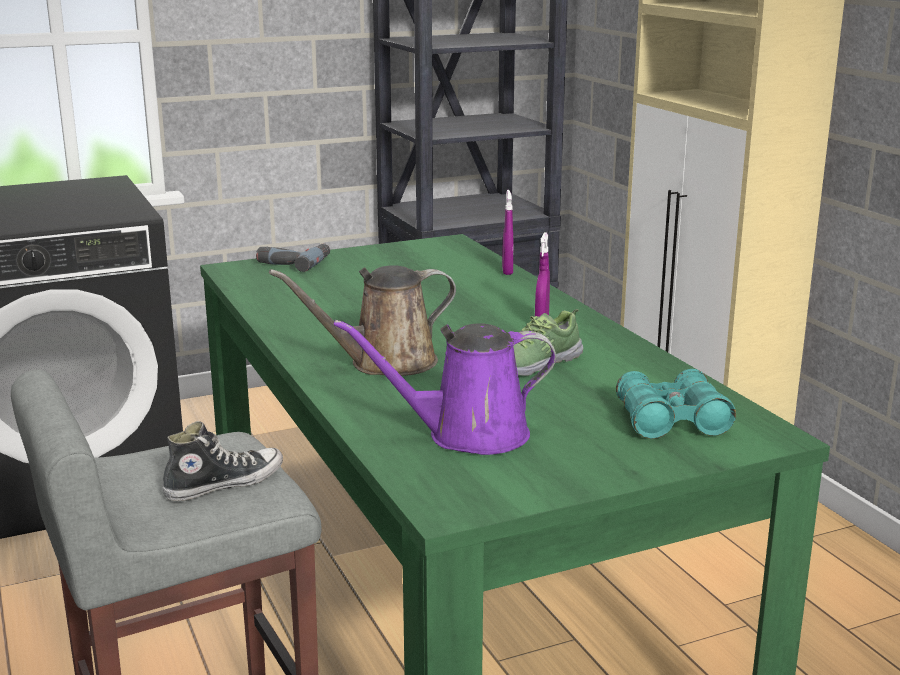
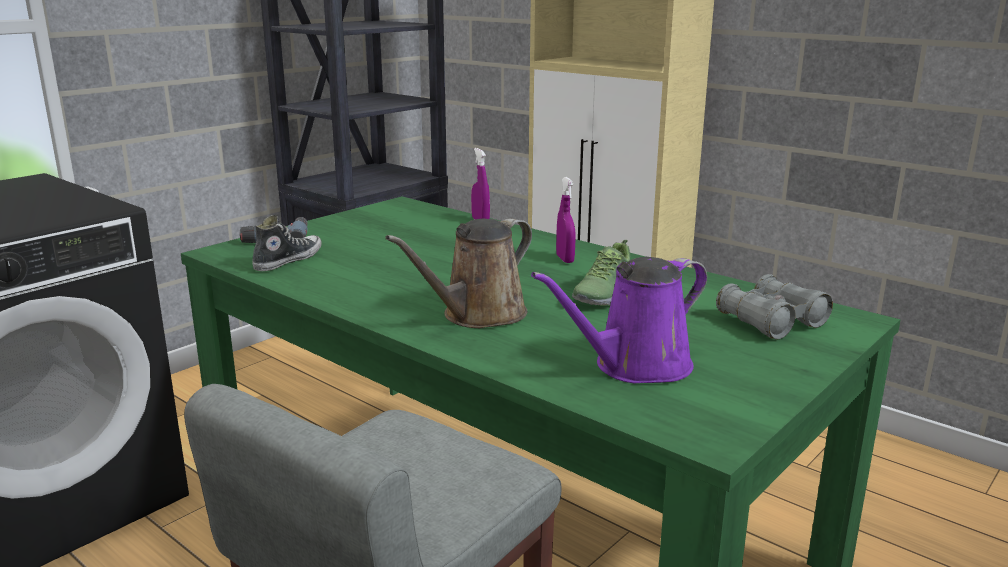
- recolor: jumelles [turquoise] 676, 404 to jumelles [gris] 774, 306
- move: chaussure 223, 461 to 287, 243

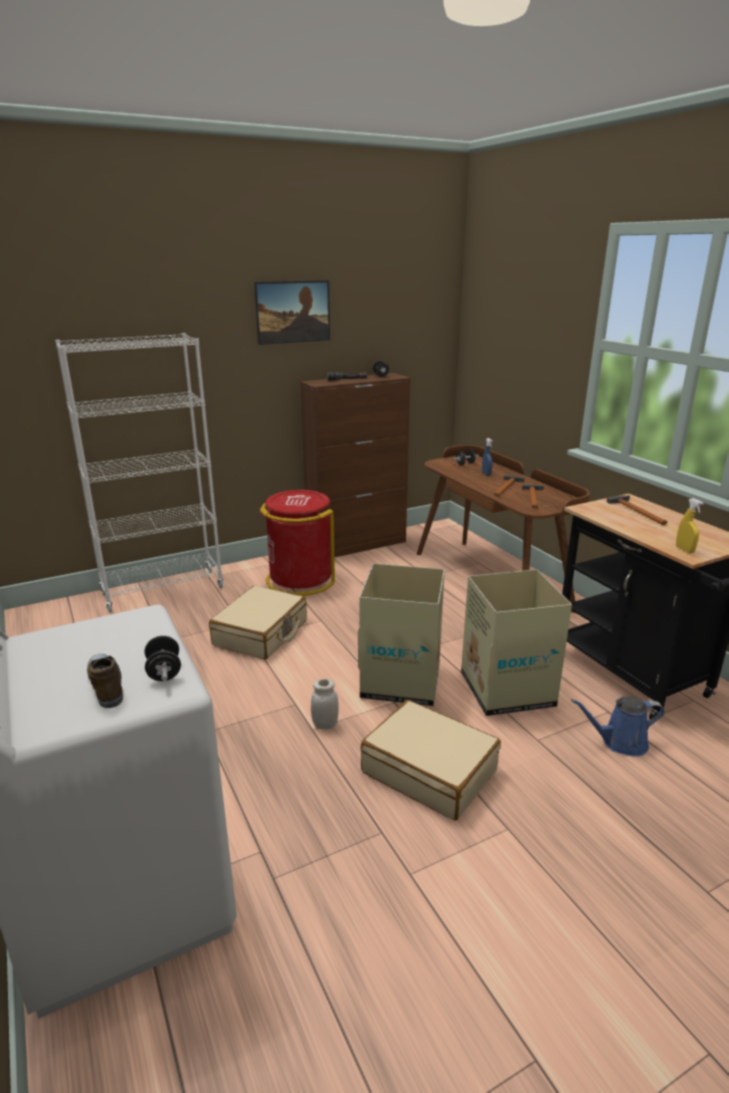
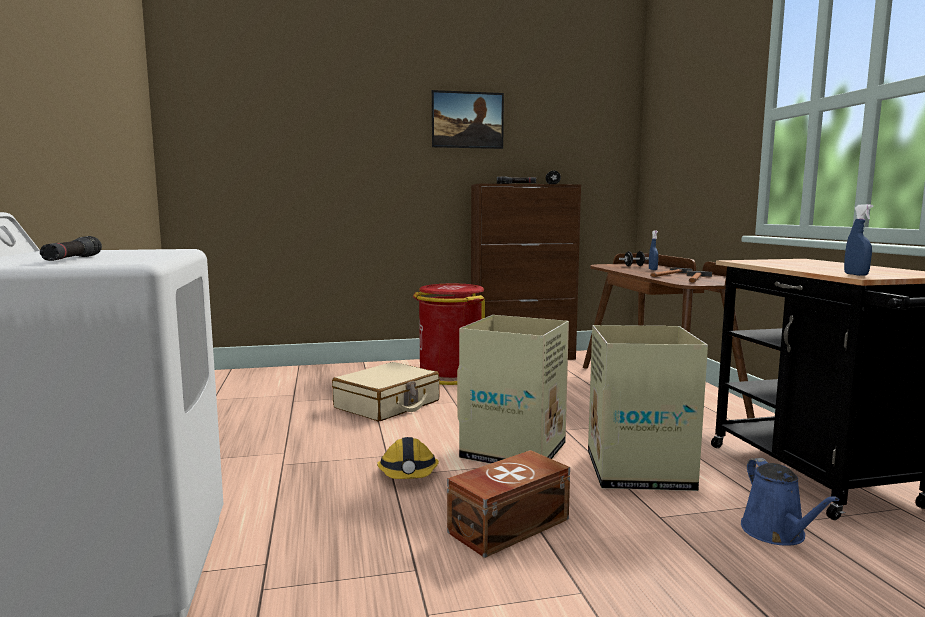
- delete: bibliothèque [blanc] 139, 473
- delete: marteau 637, 510
- recolor: vaporisateur [jaune] 690, 525 to vaporisateur [bleu] 858, 240
- delete: haltère [noir] 162, 658
- replace: chaussure 105, 681 to lampe de poche [noir] 71, 248
- replace: bocal [blanc] 325, 704 to casque de chantier 408, 458
- rotate: arrosoir [bleu] 618, 726 = 790, 502 105 degrees counterclockwise
- replace: valise [beige] 431, 760 to boîte de rangement [marron] 508, 504

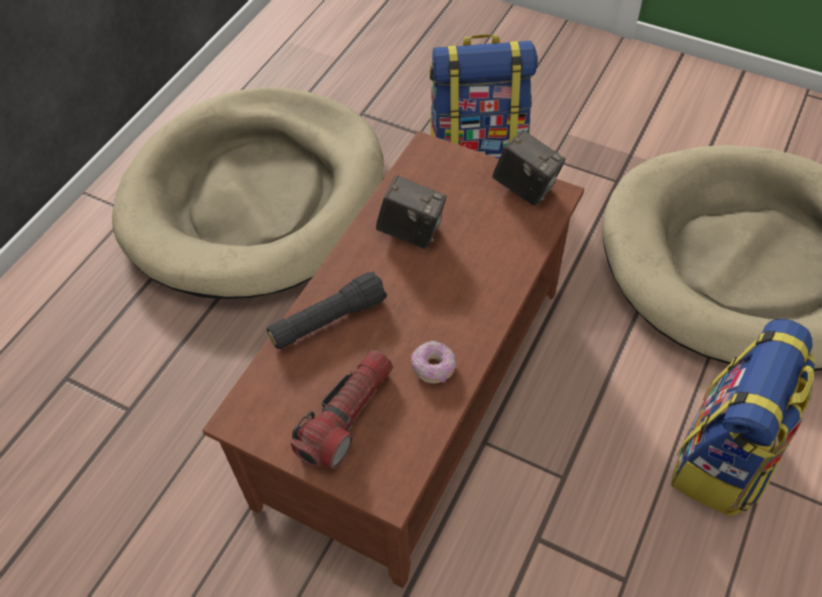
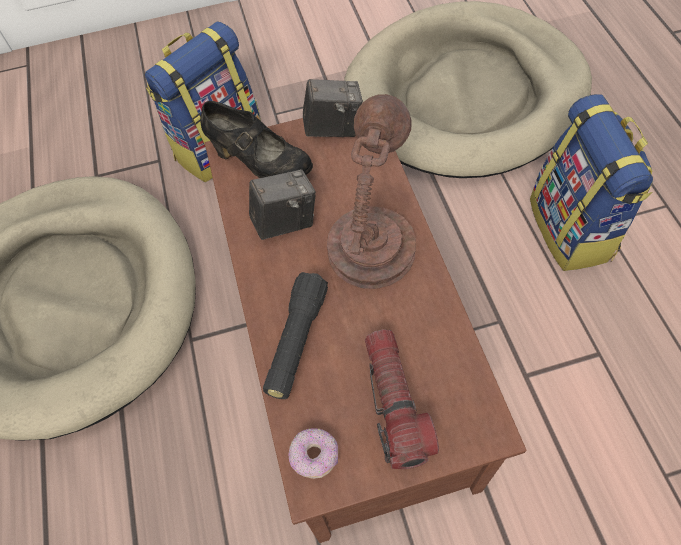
- move: beignet 433, 362 to 313, 453
- insert: lampe de table [marron] 371, 191
- insert: chaussure [noir] 256, 139

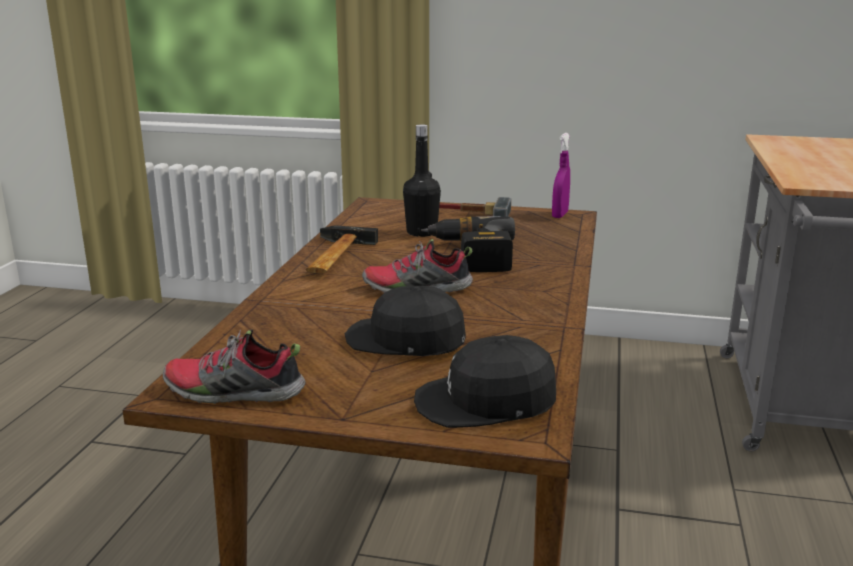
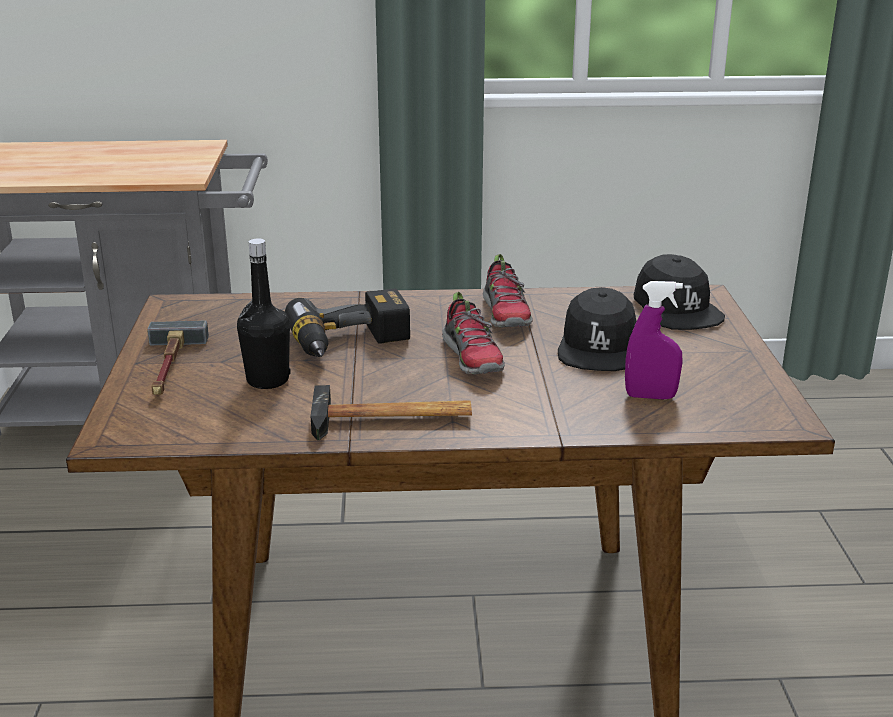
- move: vaporisateur [violet] 561, 175 to 654, 340
- move: chaussure 234, 366 to 508, 290

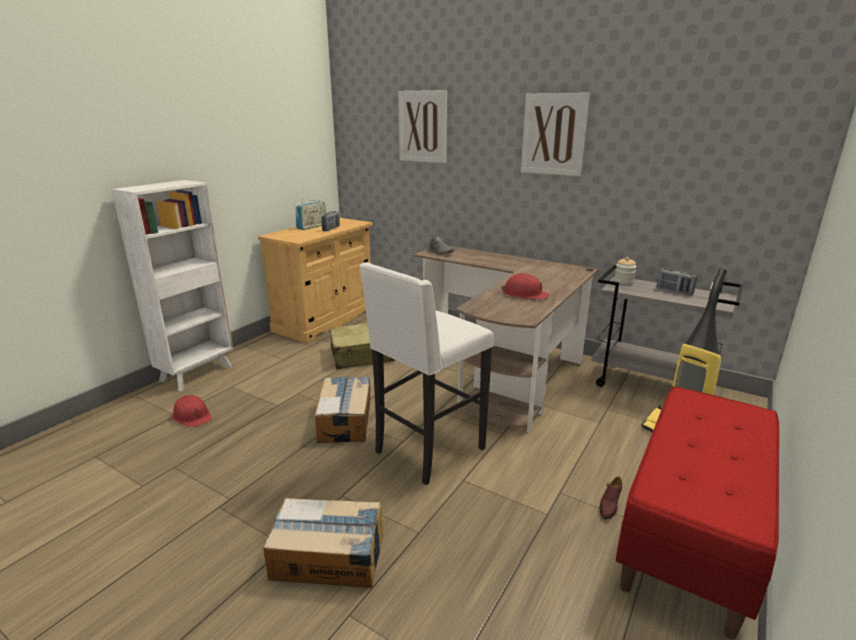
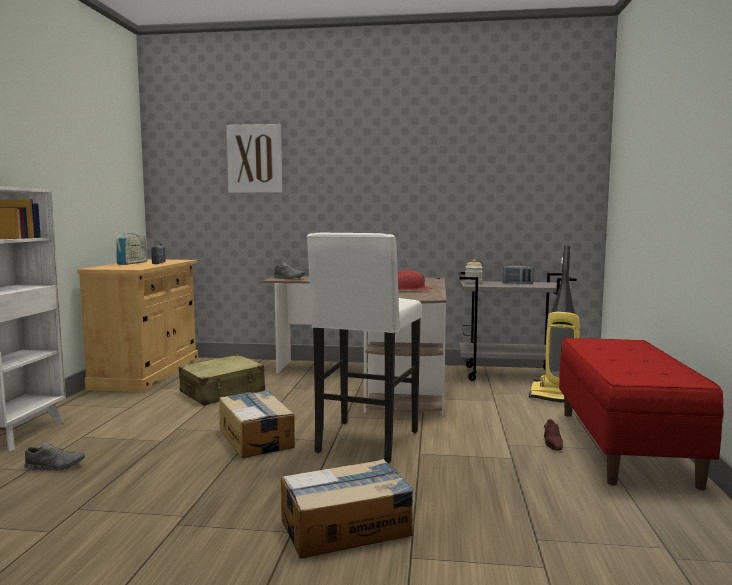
- delete: tableau 555, 134
- replace: casque de chantier [rouge] 192, 411 to chaussure [gris] 54, 456

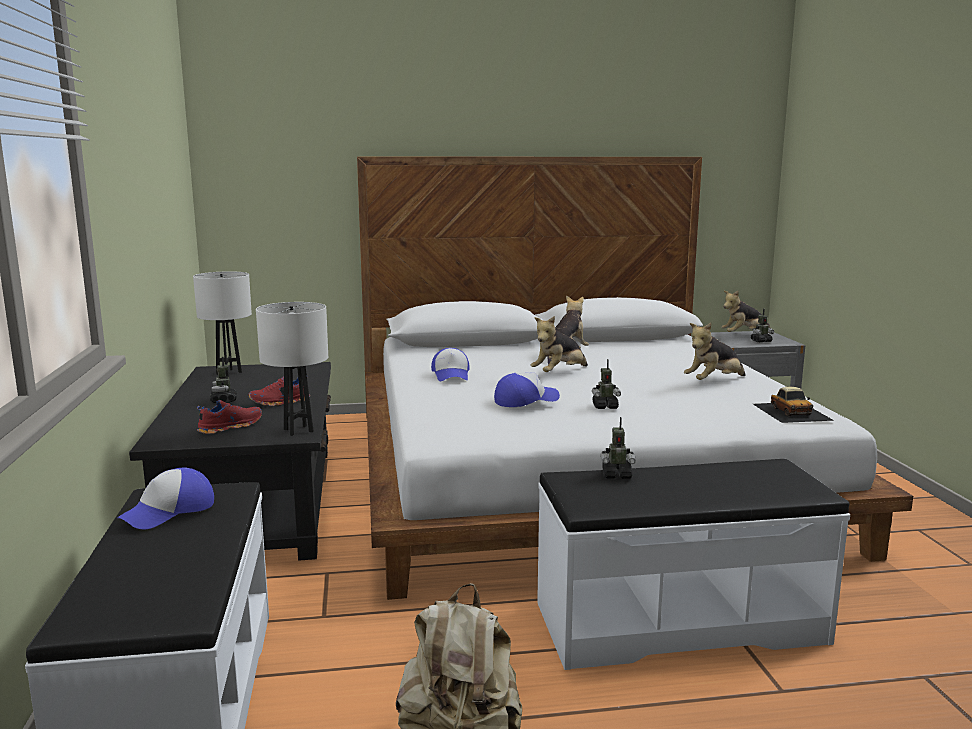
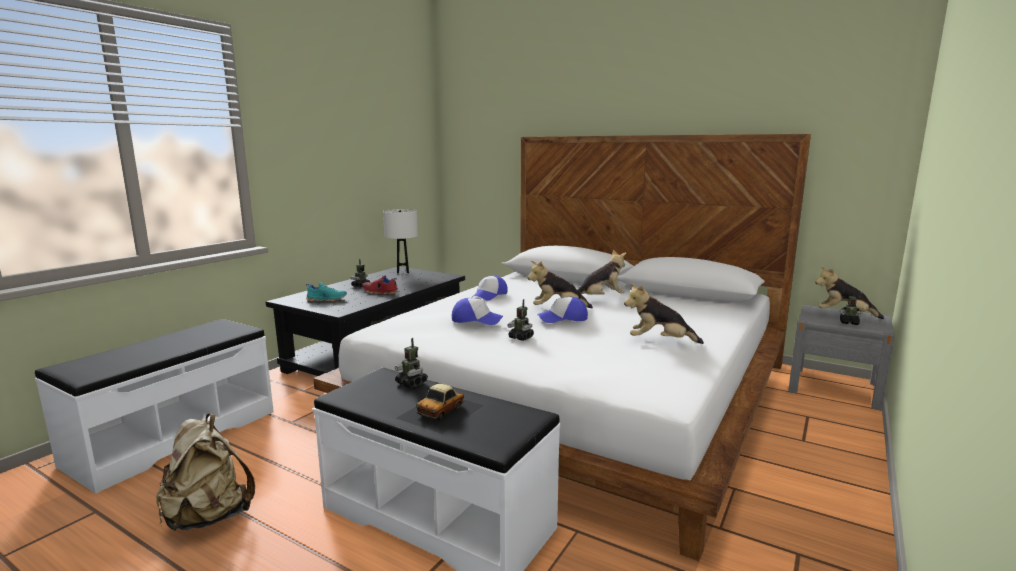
- delete: lampe de table [blanc] 292, 369
- move: petite voiture 793, 405 to 440, 409
- recolor: chaussure [rouge] 229, 417 to chaussure [turquoise] 326, 291
- move: casquette 165, 499 to 562, 310

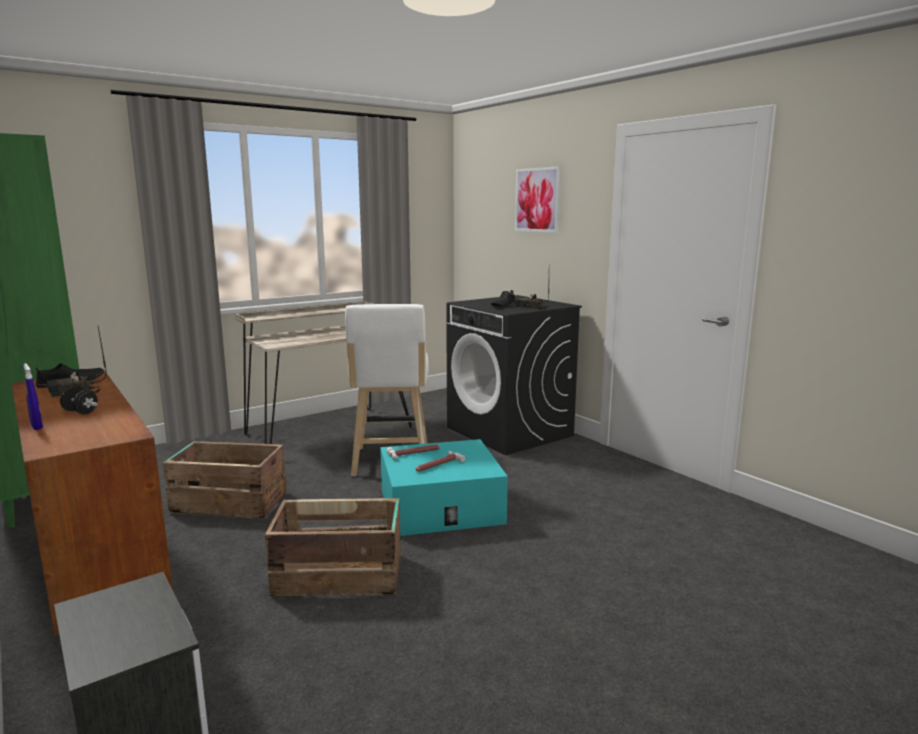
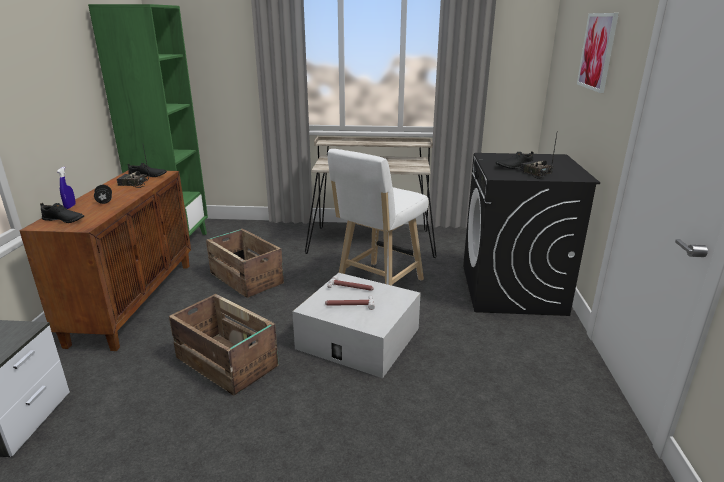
- recolor: boîte de rangement [turquoise] 444, 487 to boîte de rangement [blanc] 356, 325
- insert: chaussure [noir] 62, 213

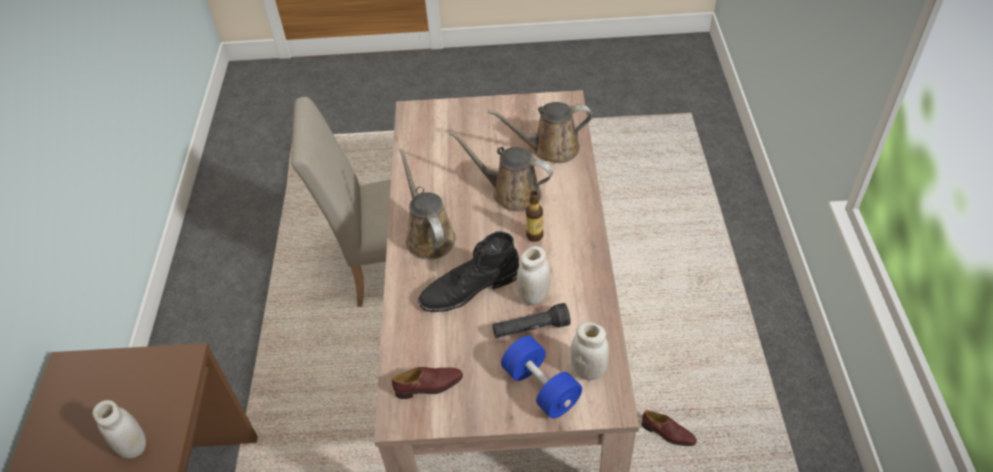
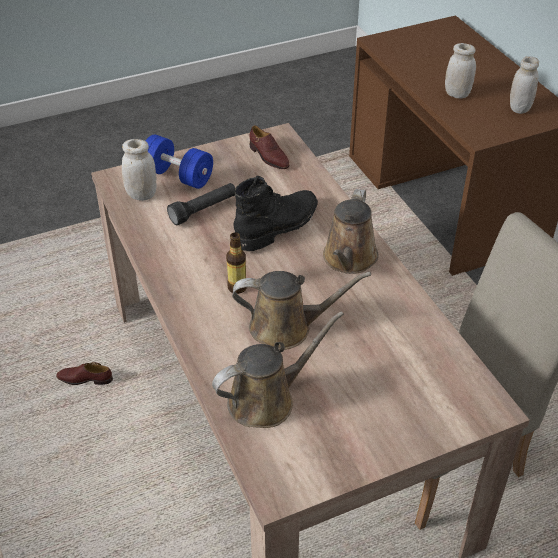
- rotate: arrosoir [marron] 428, 204 = 351, 231 60 degrees clockwise
- move: bocal [blanc] 534, 275 to 524, 85
- rotate: chaussure [marron] 427, 383 = 269, 147 90 degrees counterclockwise

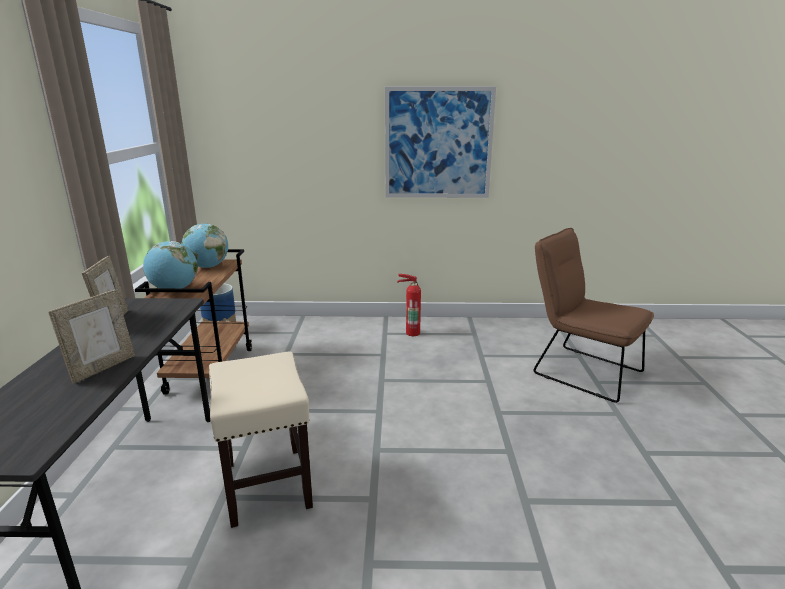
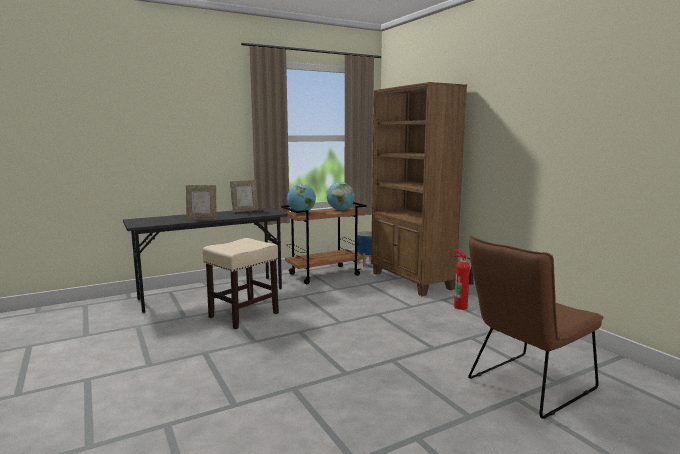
- delete: tableau 440, 142
- rotate: chaise [marron] 594, 315 = 536, 327 135 degrees counterclockwise
- insert: bibliothèque [marron] 419, 189

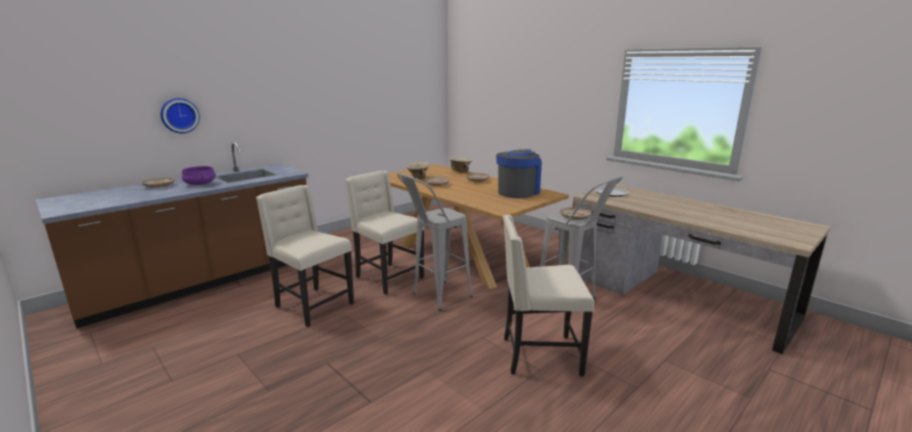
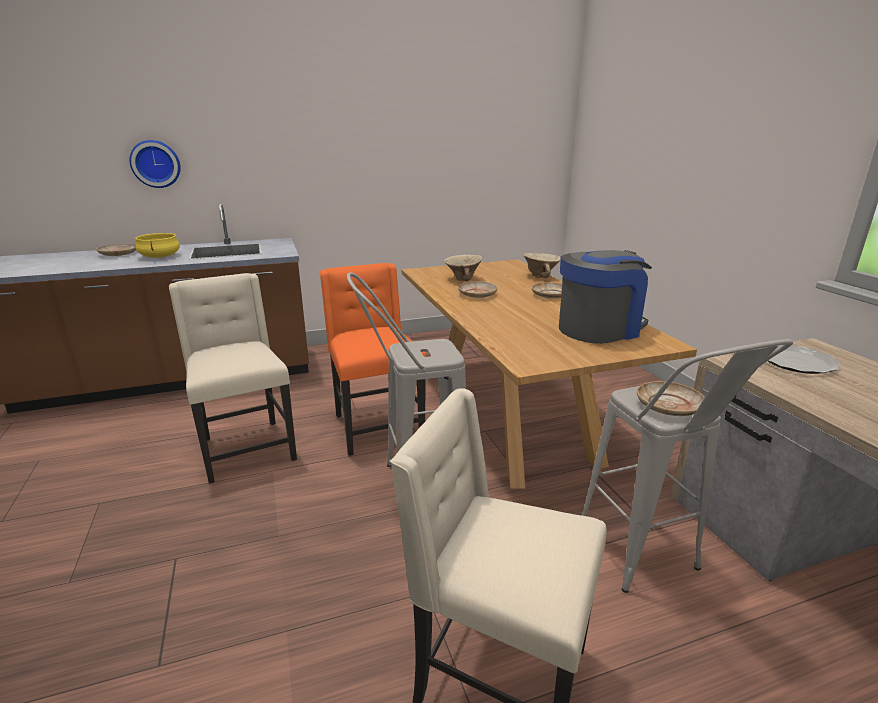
- recolor: marmite [violet] 199, 175 to marmite [jaune] 157, 245
- recolor: chaise [beige] 385, 232 to chaise [orange] 373, 359

